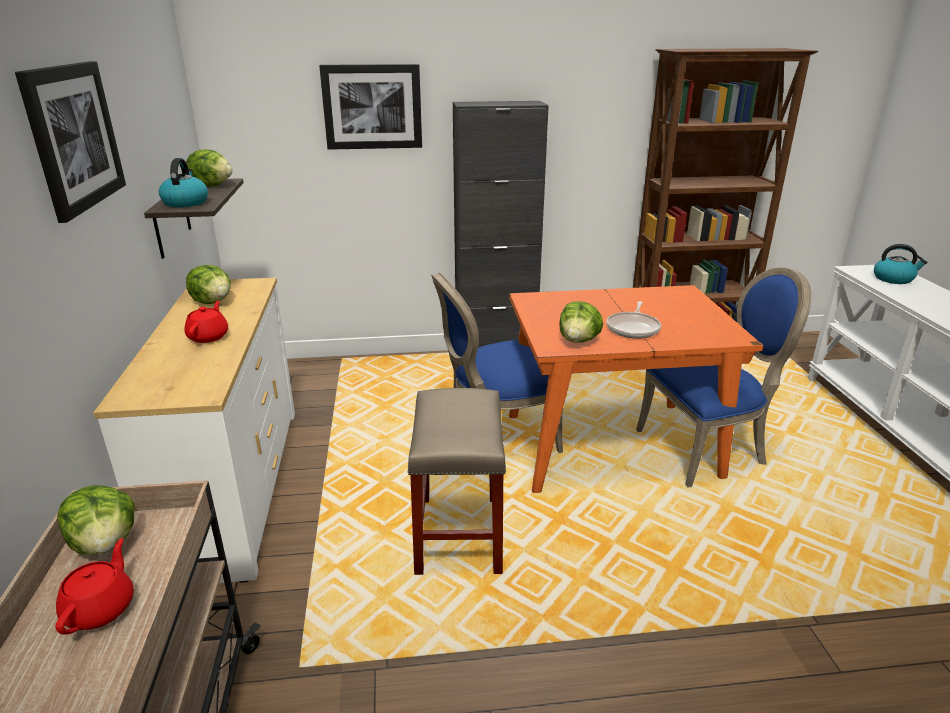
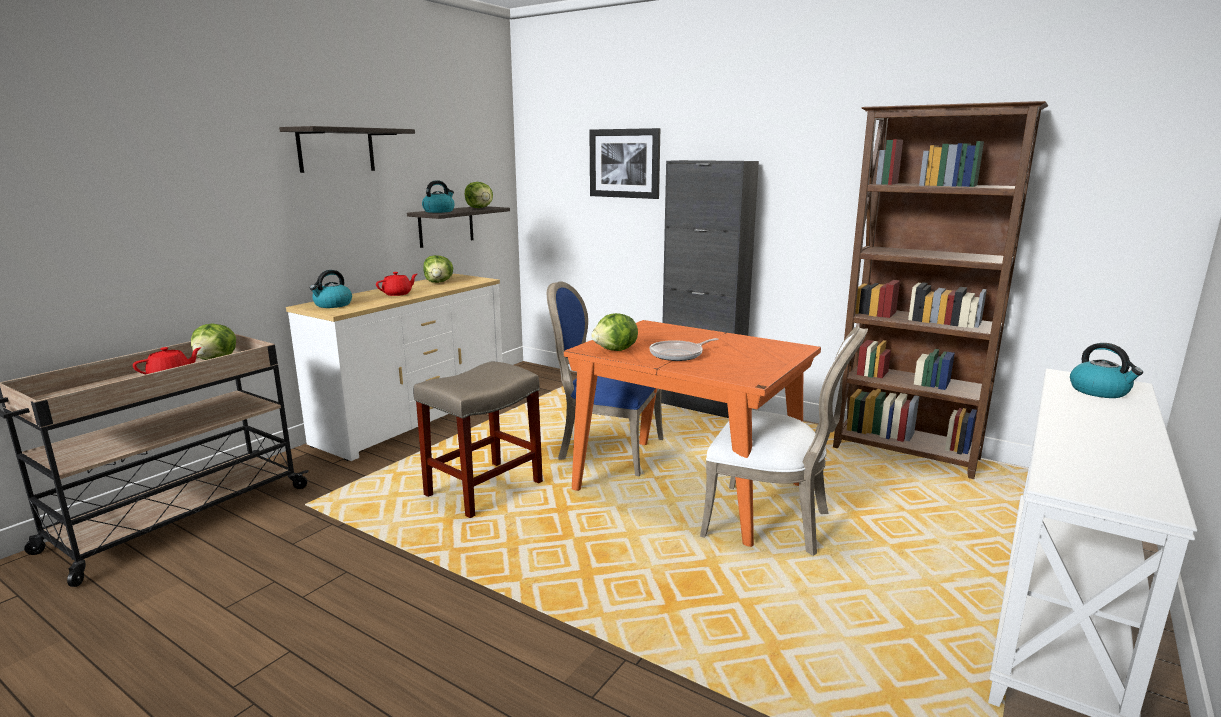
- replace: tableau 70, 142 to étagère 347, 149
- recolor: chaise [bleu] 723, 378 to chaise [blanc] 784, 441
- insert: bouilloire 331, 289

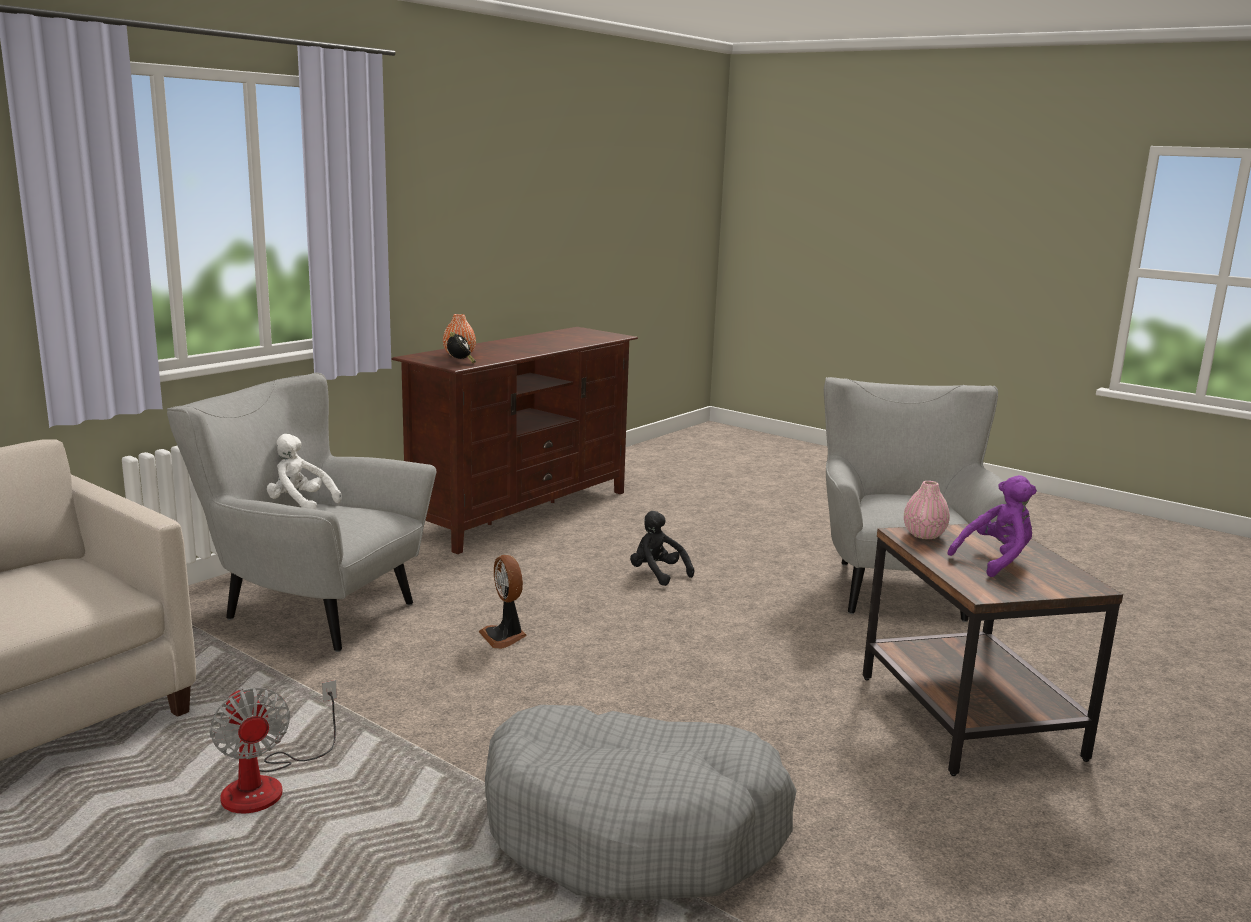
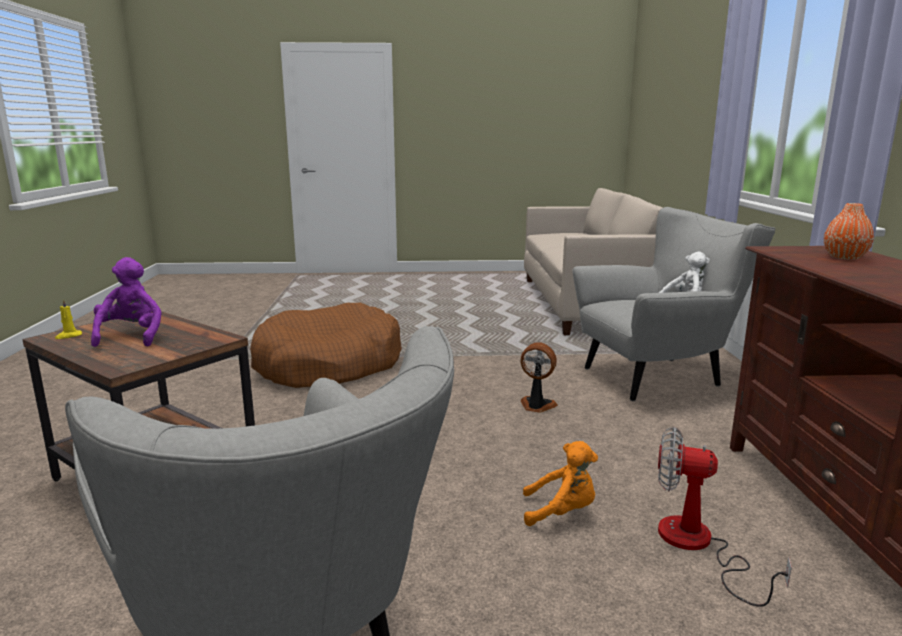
- delete: réveil 461, 348
- rotate: peluche [violet] 992, 526 = 126, 302 150 degrees clockwise
- delete: vase [rose] 927, 510
- recolor: peluche [noir] 662, 548 to peluche [orange] 560, 483
- move: ventilateur 273, 746 to 725, 517
- recolor: panier pour chien [gris] 641, 802 to panier pour chien [marron] 326, 345
- insert: bougie [jaune] 68, 319

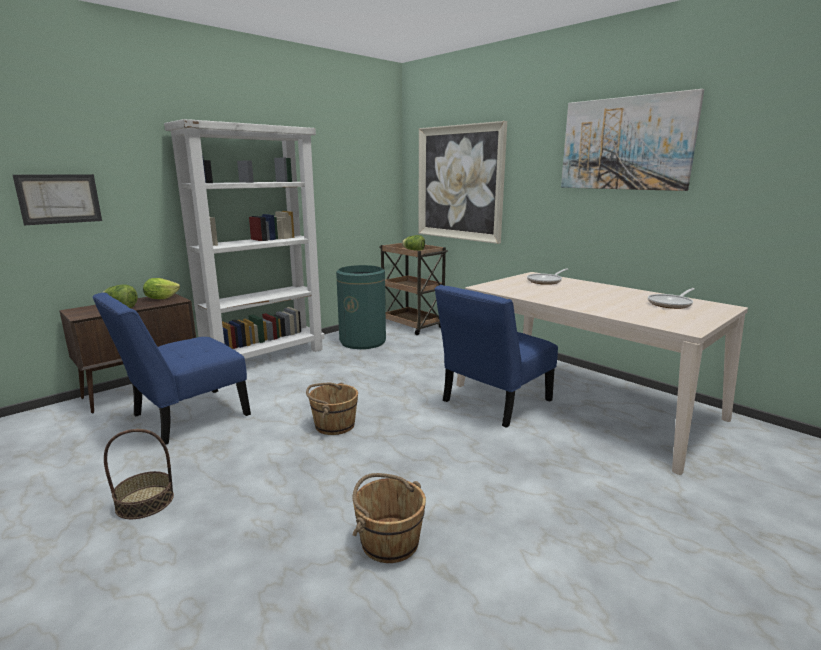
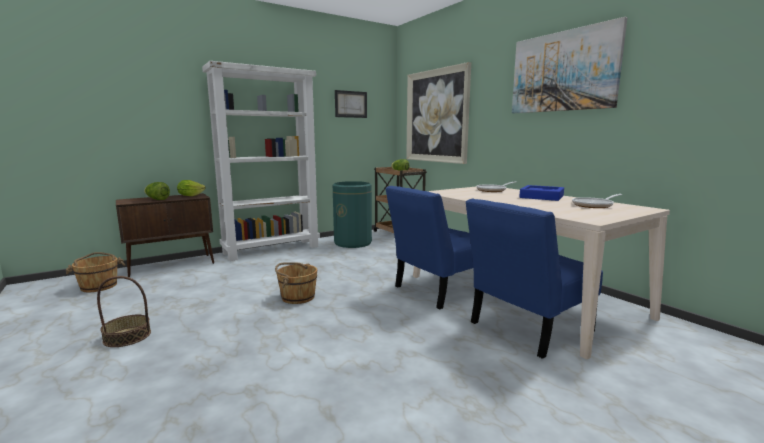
- move: tableau 57, 199 to 351, 104
- move: chaise [bleu] 171, 368 to 534, 279
- move: seau [marron] 389, 518 to 95, 272
- insert: plateau [bleu] 541, 193

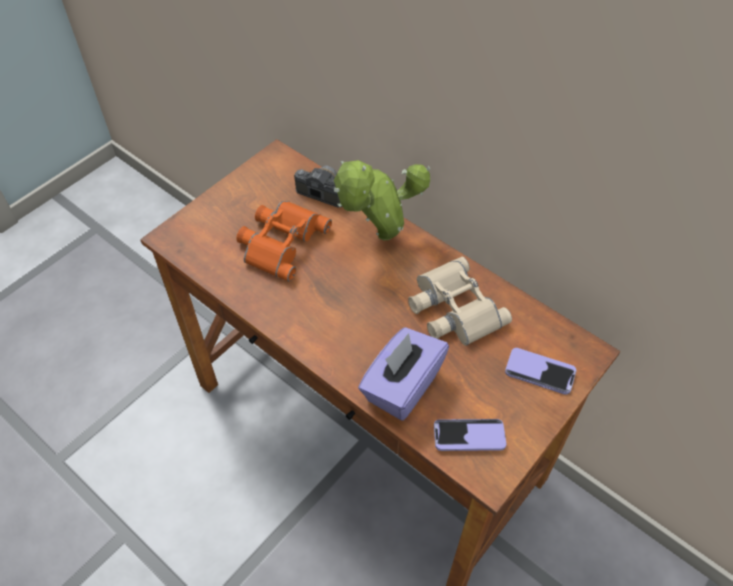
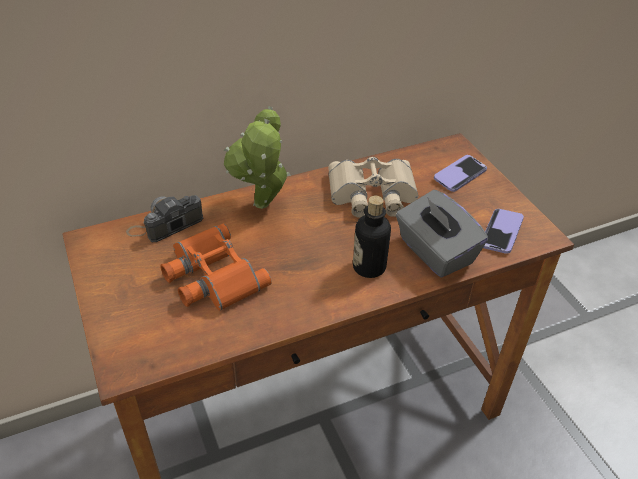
- recolor: boîte à mouchoirs [violet] 403, 374 to boîte à mouchoirs [gris] 442, 234
- insert: bouteille 372, 236

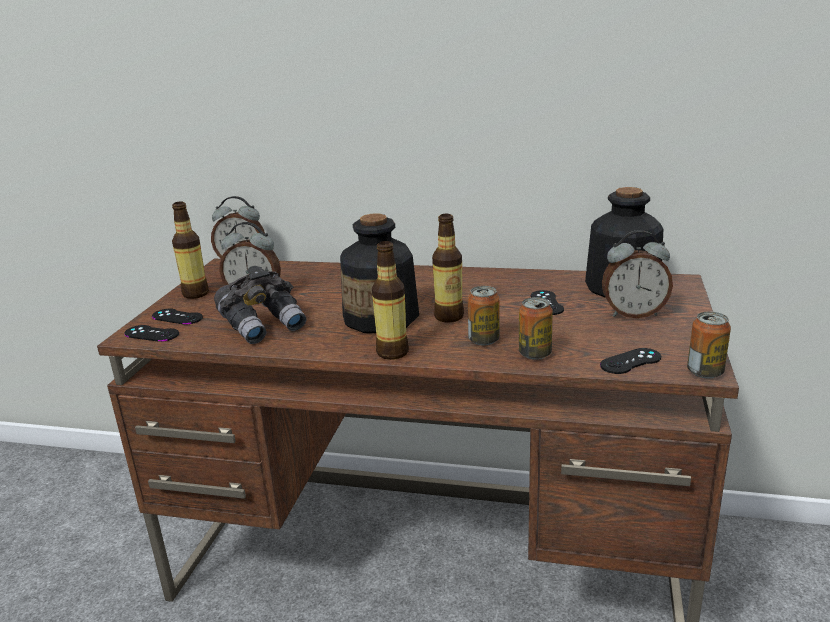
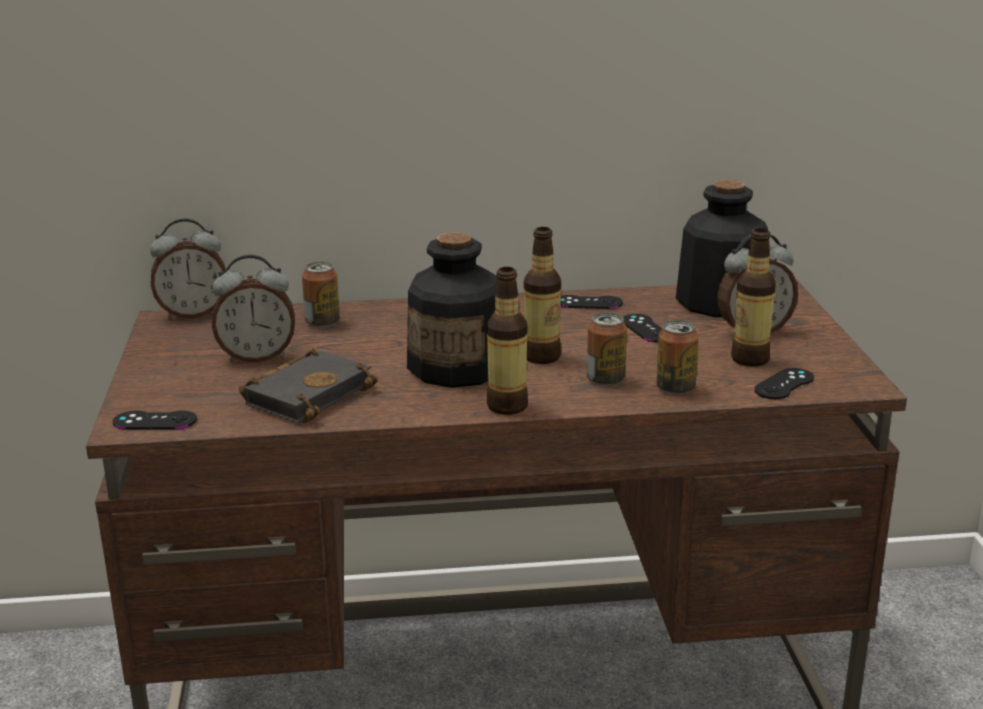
- move: bouteille 190, 250 to 753, 297
- replace: jumelles [gris] 260, 305 to livre [noir] 308, 386
- move: manette [noir] 177, 317 to 592, 302
- move: boîte métallique 709, 345 to 321, 295

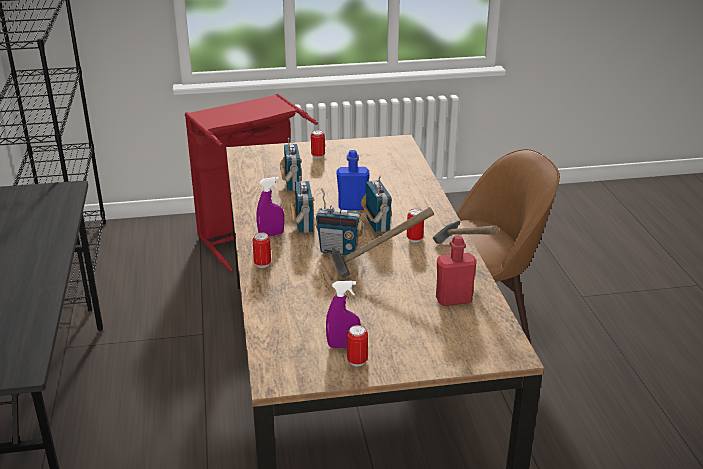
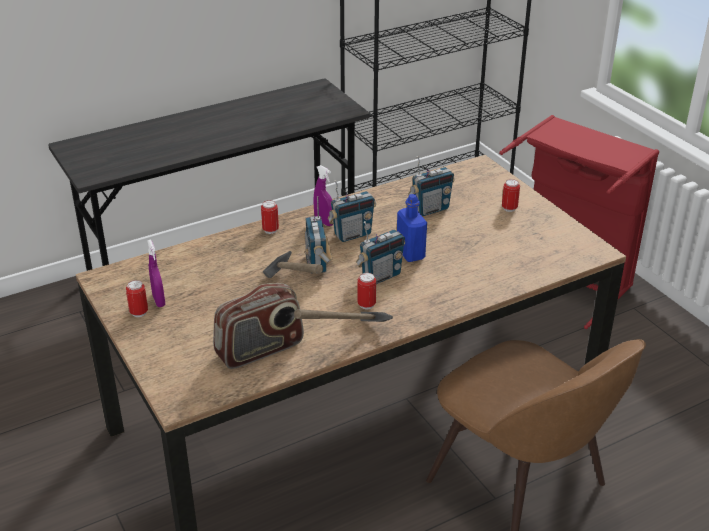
- replace: bouteille [rouge] 456, 270 to radio 258, 326

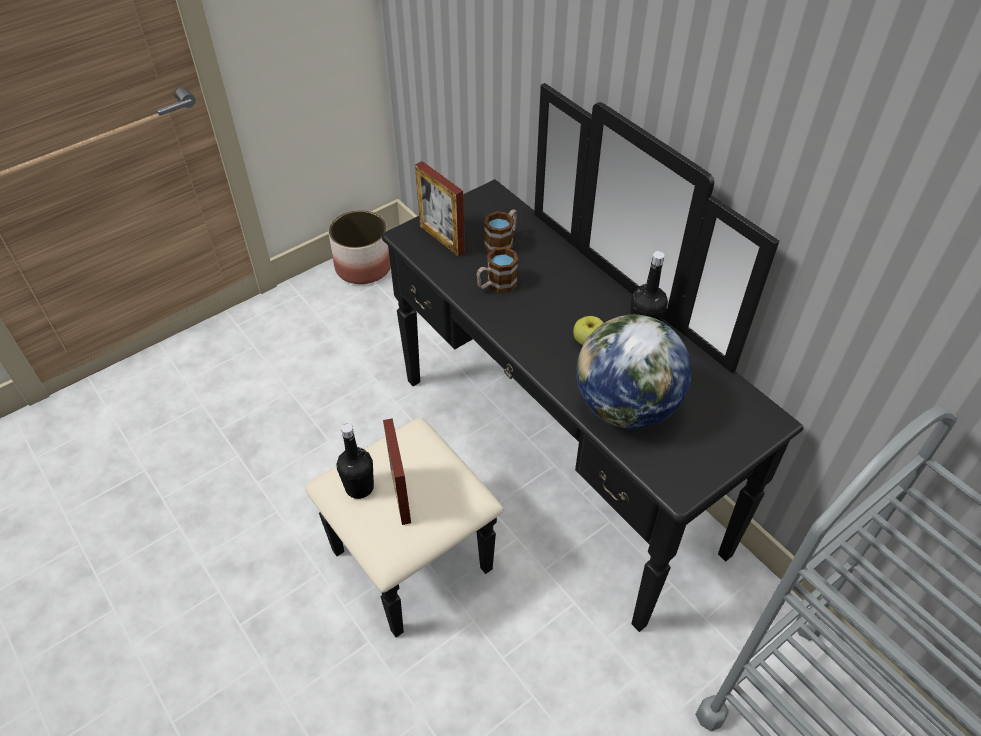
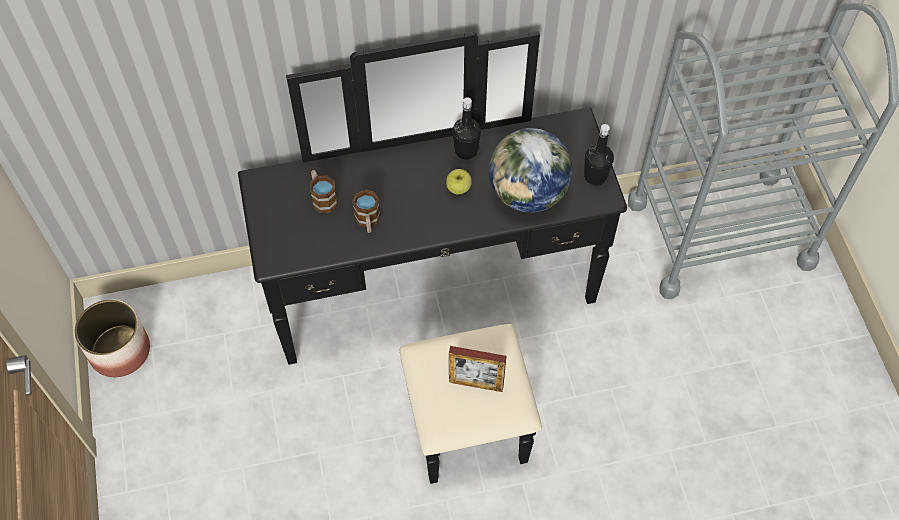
- delete: cadre photo 440, 209
- move: bouteille [noir] 355, 461 to 599, 155

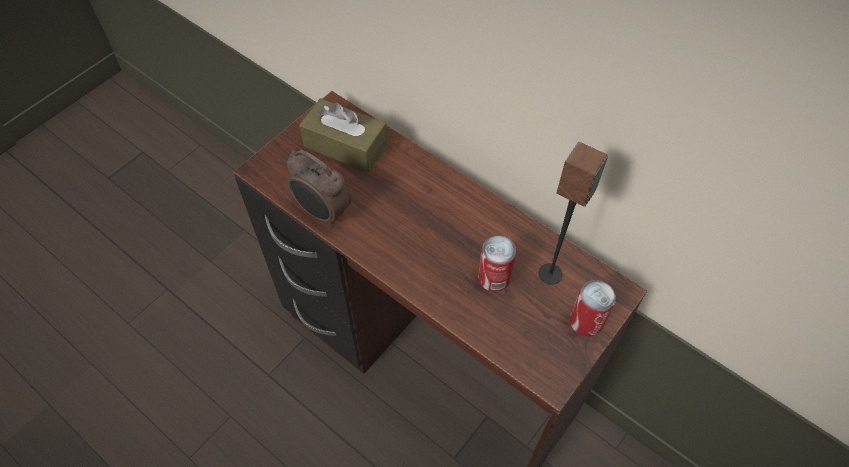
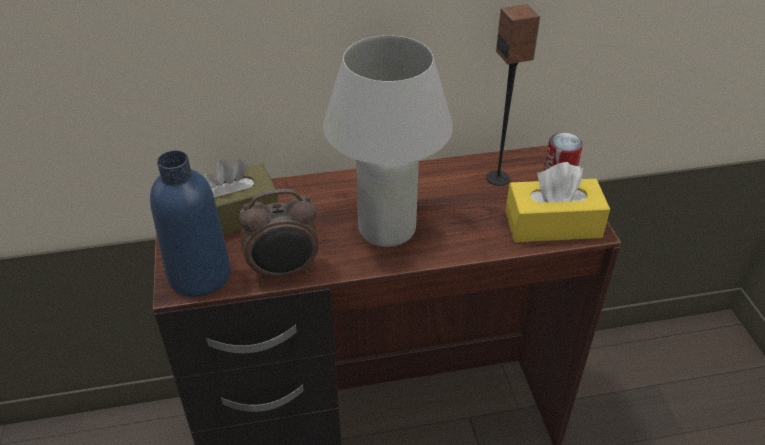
- delete: boîte métallique 497, 263
- insert: lampe de table [blanc] 388, 141
- insert: bouteille [bleu] 190, 223
- insert: boîte à mouchoirs [jaune] 557, 202

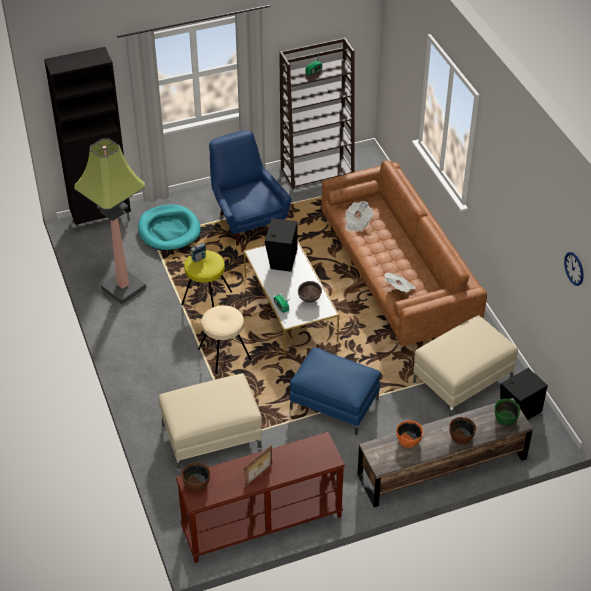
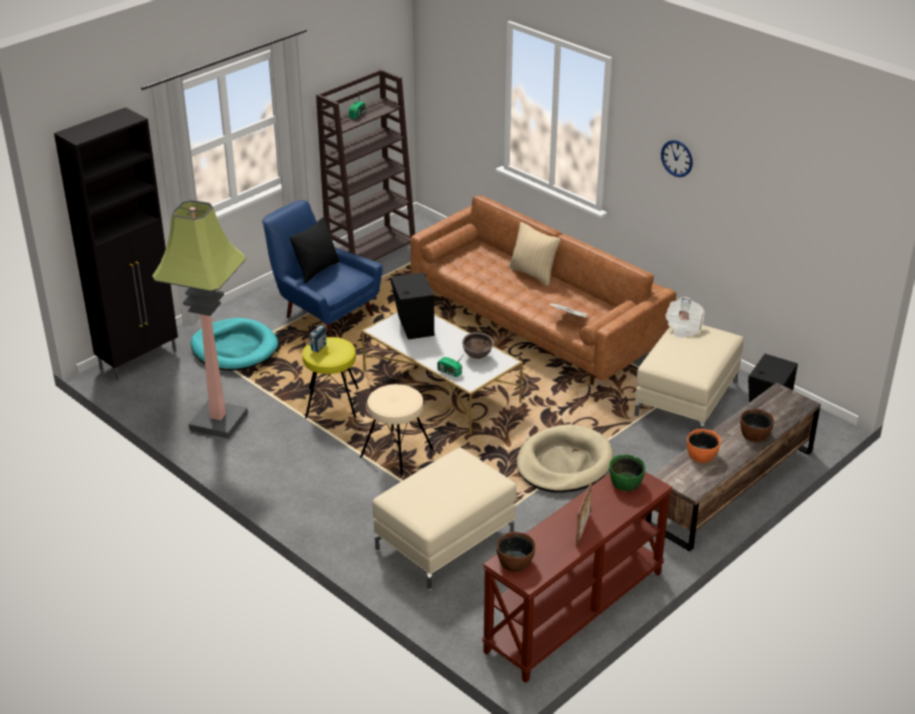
- move: journal 359, 216 to 685, 317
- move: horloge murale 574, 269 to 677, 158
- replace: pouf [bleu] 335, 391 to panier pour chien [beige] 564, 459
- move: bol [vert] 507, 412 to 627, 472
- insert: coussin [noir] 315, 250
- insert: coussin [beige] 535, 254

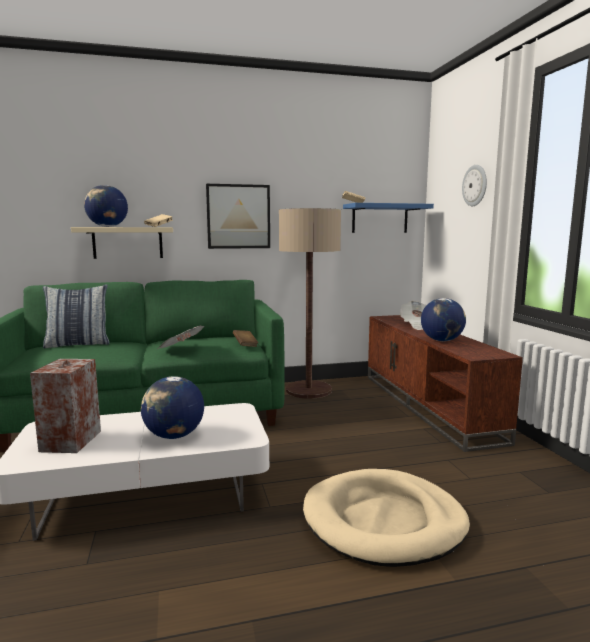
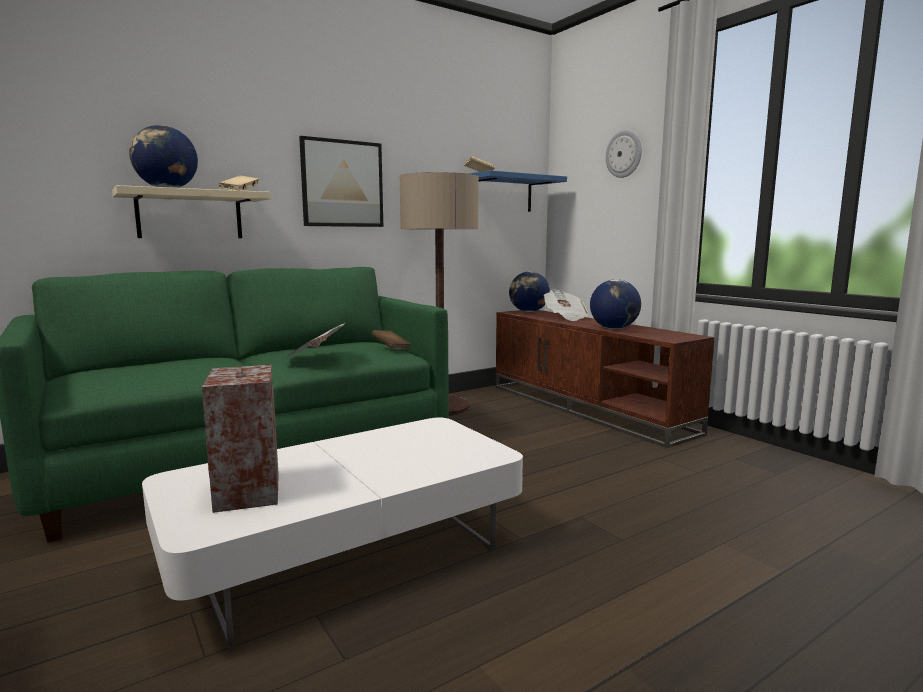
- delete: coussin 76, 316
- move: globe 172, 407 to 529, 291
- delete: panier pour chien [beige] 386, 518

